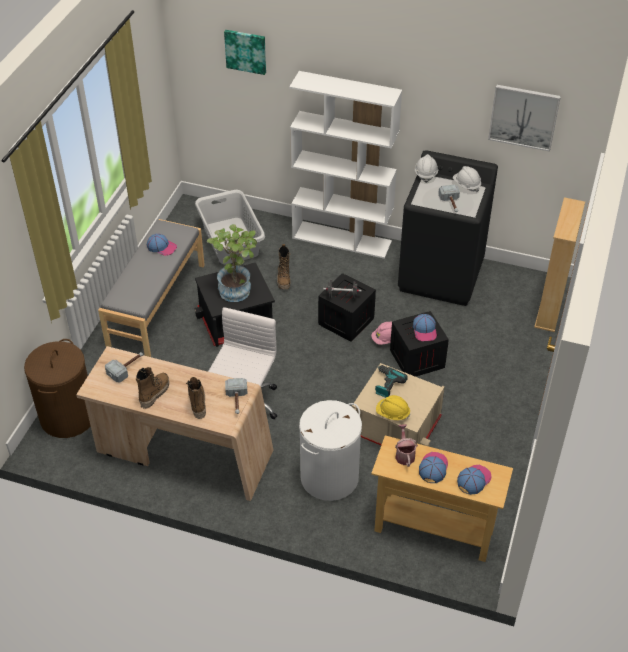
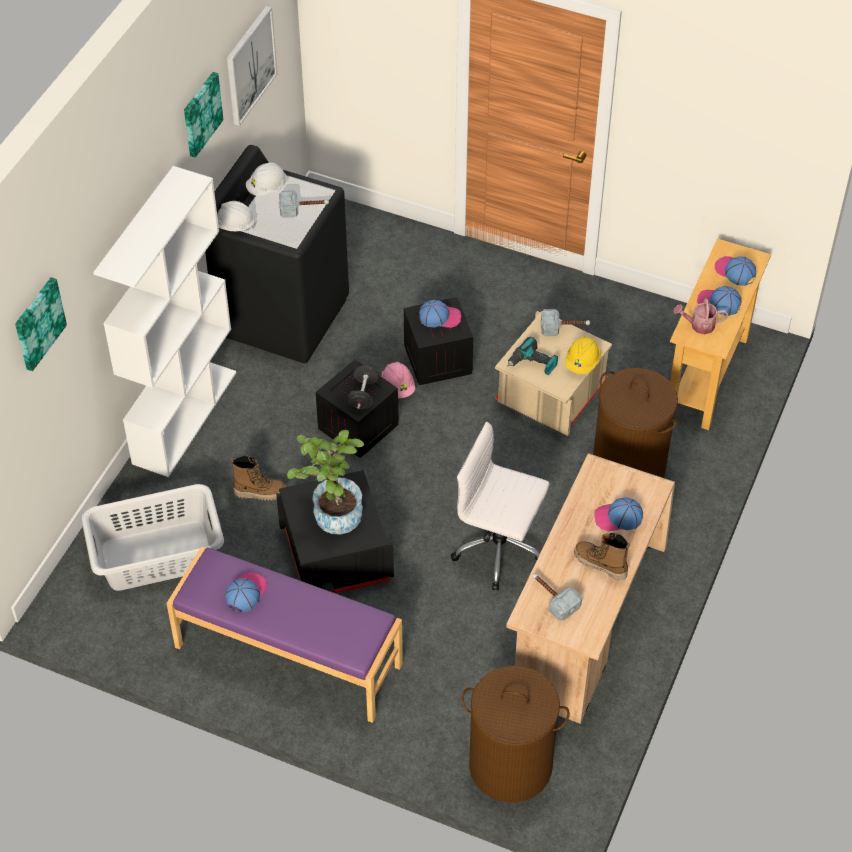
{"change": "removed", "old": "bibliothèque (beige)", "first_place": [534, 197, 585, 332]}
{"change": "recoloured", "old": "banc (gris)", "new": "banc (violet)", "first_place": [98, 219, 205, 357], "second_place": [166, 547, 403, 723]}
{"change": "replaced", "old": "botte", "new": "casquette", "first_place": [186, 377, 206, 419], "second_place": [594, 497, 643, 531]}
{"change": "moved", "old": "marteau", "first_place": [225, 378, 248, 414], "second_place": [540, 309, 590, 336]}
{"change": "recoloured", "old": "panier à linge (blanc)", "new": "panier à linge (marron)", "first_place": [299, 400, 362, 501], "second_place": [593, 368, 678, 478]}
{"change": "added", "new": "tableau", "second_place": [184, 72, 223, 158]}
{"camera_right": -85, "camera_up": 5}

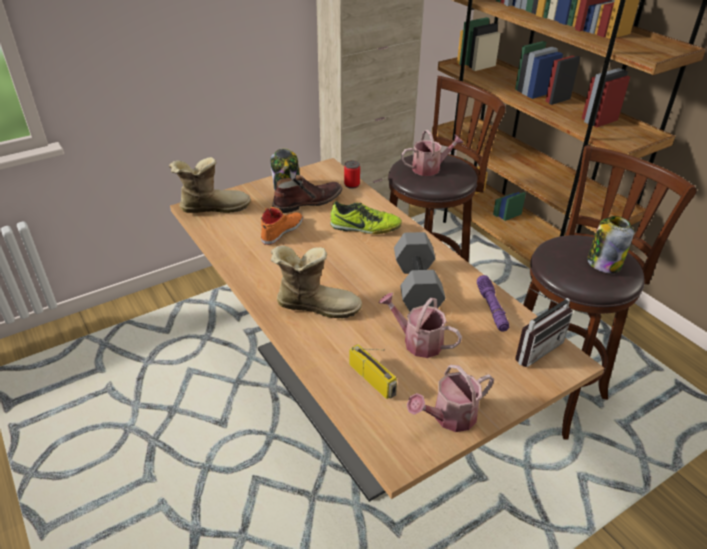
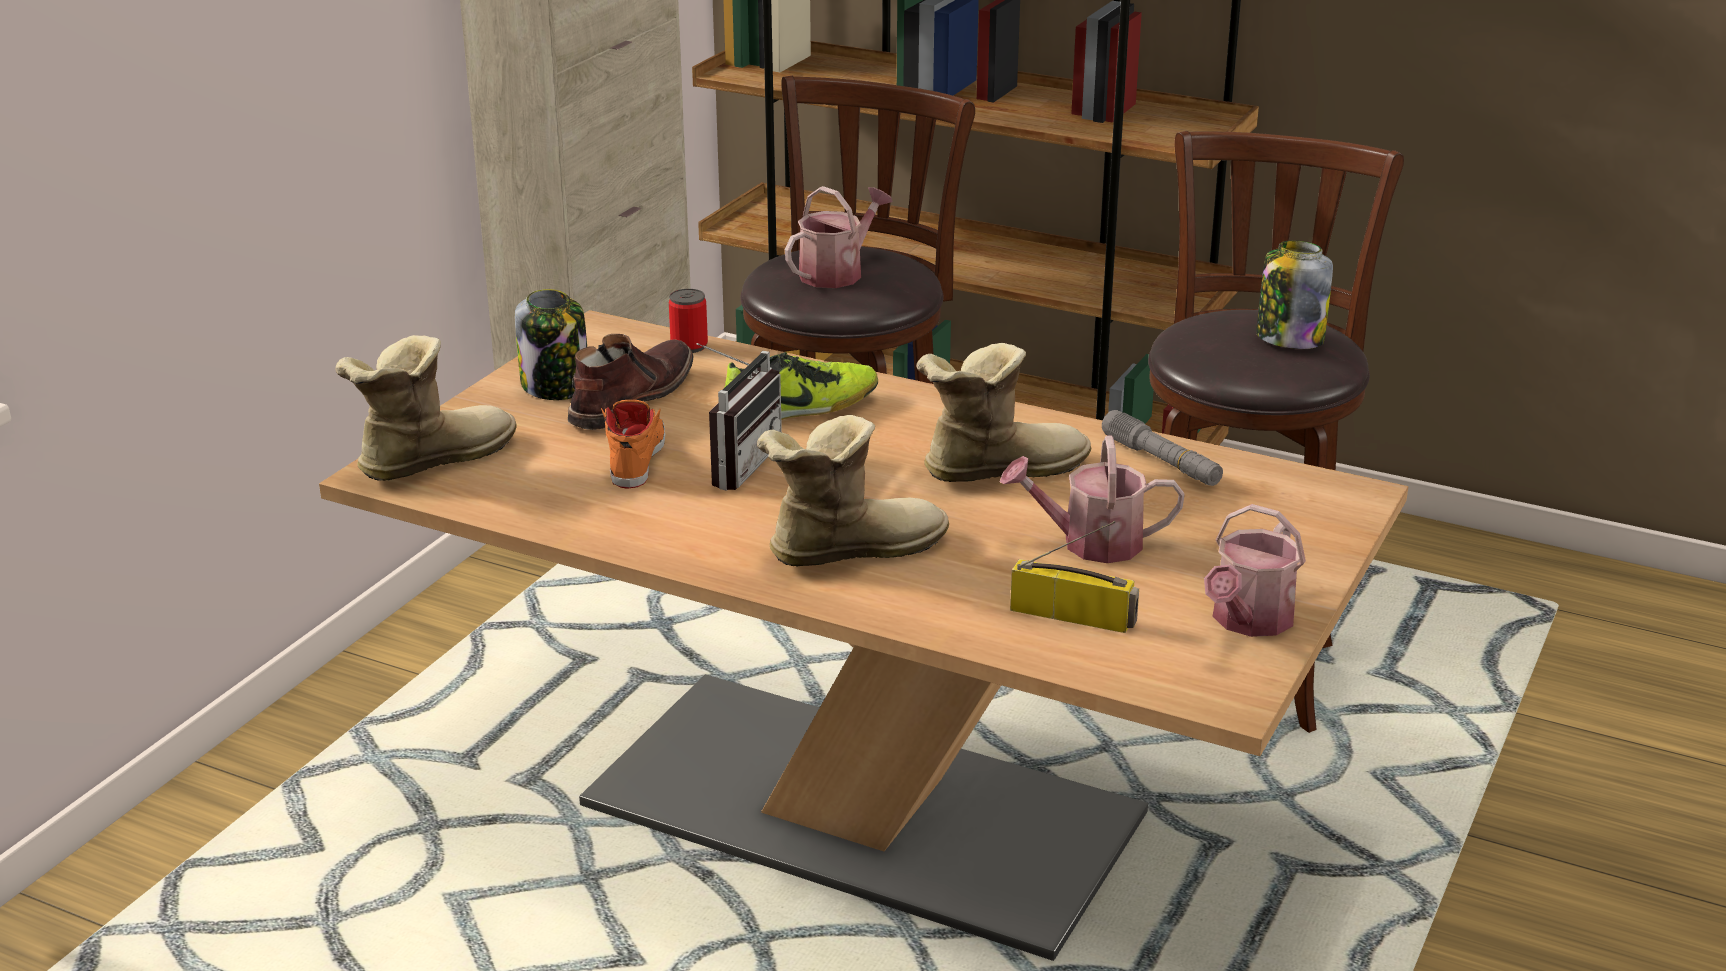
{"change": "replaced", "old": "haltère (gris)", "new": "botte", "first_place": [394, 232, 446, 312], "second_place": [916, 343, 1091, 482]}
{"change": "recoloured", "old": "lampe de poche (violet)", "new": "lampe de poche (gris)", "first_place": [477, 275, 509, 332], "second_place": [1102, 410, 1223, 486]}
{"change": "moved", "old": "radio", "first_place": [515, 288, 573, 367], "second_place": [697, 343, 782, 491]}
{"camera_right": -30, "camera_up": -10}

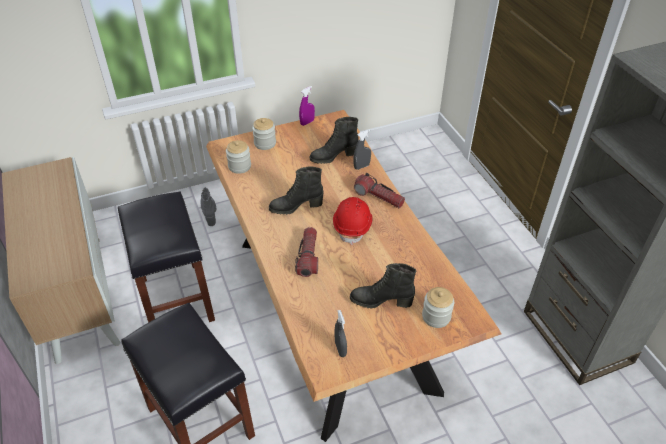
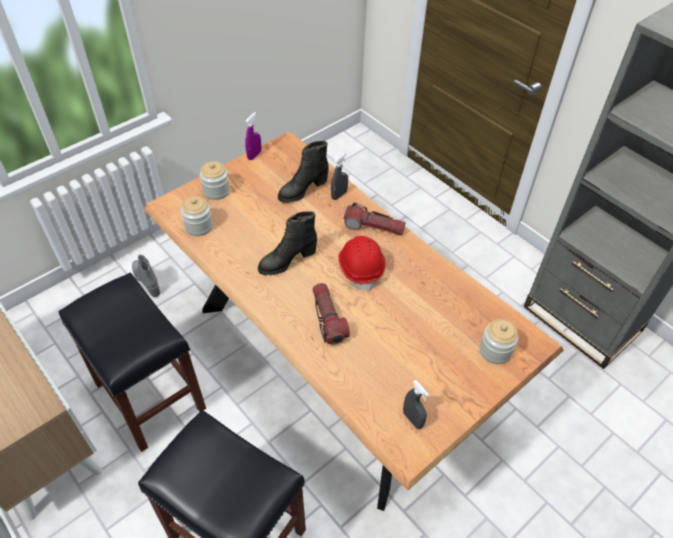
{"change": "removed", "old": "botte (noir)", "first_place": [350, 263, 416, 309]}
{"camera_right": -20, "camera_up": 5}

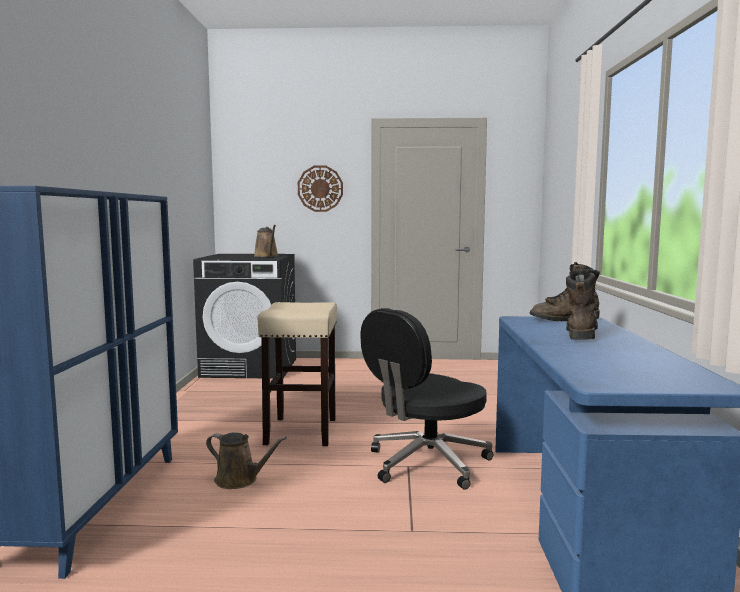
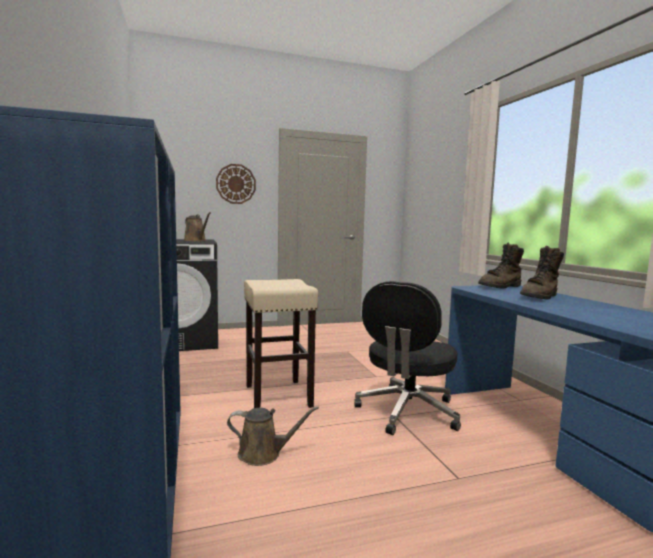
{"change": "turned", "old": "botte (marron)", "first_place": [566, 270, 598, 340], "second_place": [520, 246, 564, 299], "degrees": -135}
{"camera_right": -20, "camera_up": 0}

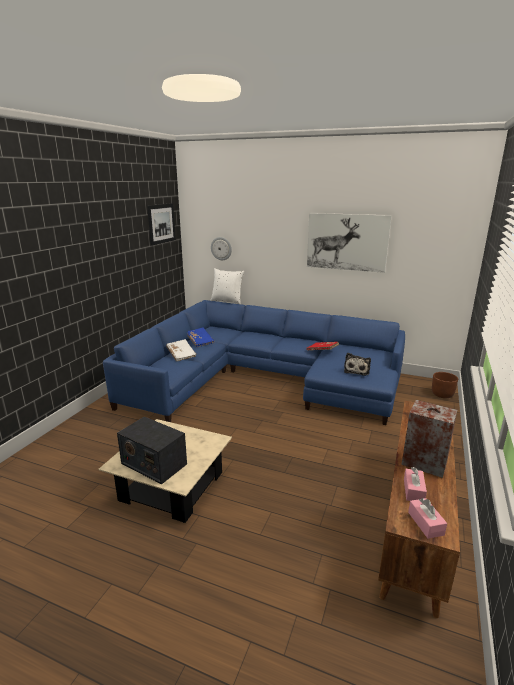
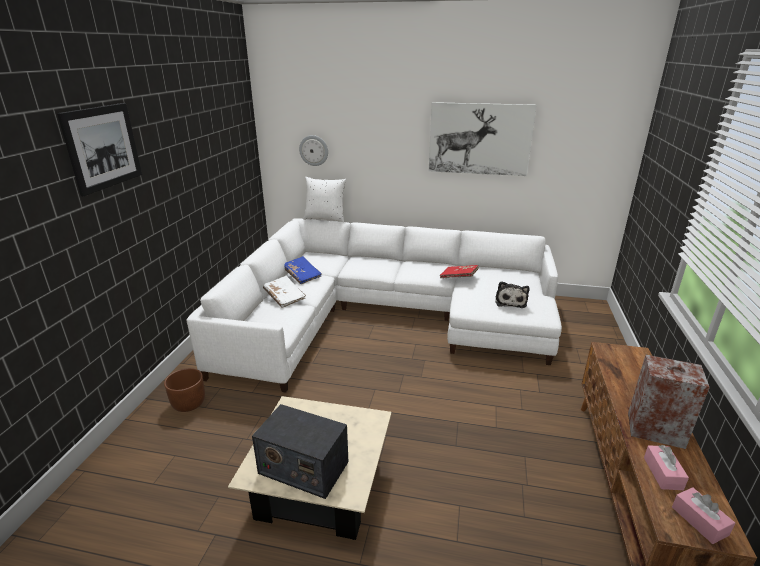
{"change": "moved", "old": "tableau", "first_place": [147, 203, 176, 246], "second_place": [57, 103, 142, 196]}
{"change": "recoloured", "old": "canapé (bleu)", "new": "canapé (blanc)", "first_place": [103, 300, 405, 425], "second_place": [187, 218, 562, 393]}
{"change": "moved", "old": "cache-pot (marron)", "first_place": [432, 372, 458, 398], "second_place": [164, 368, 205, 412]}
{"camera_right": -10, "camera_up": 5}

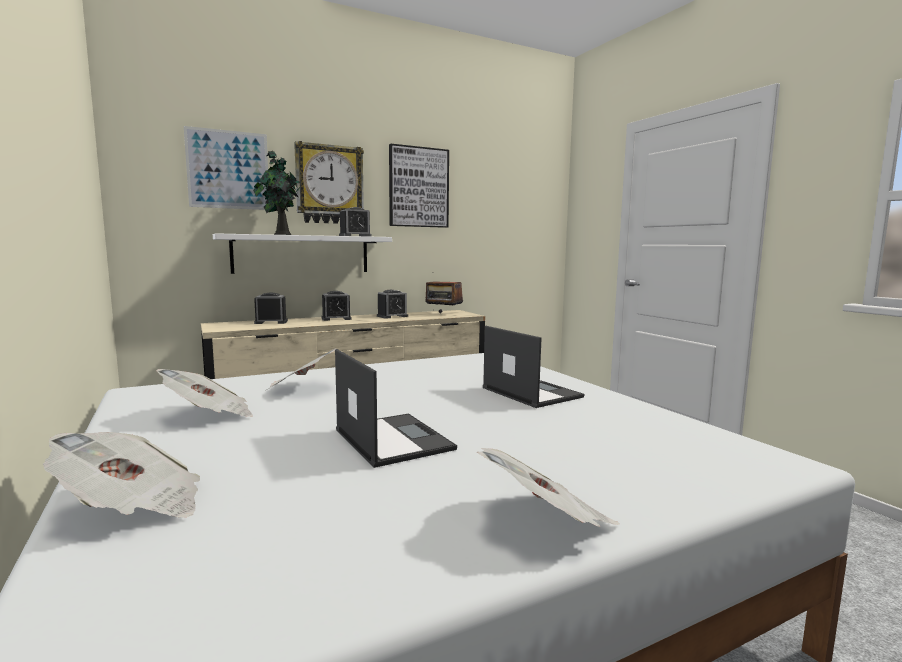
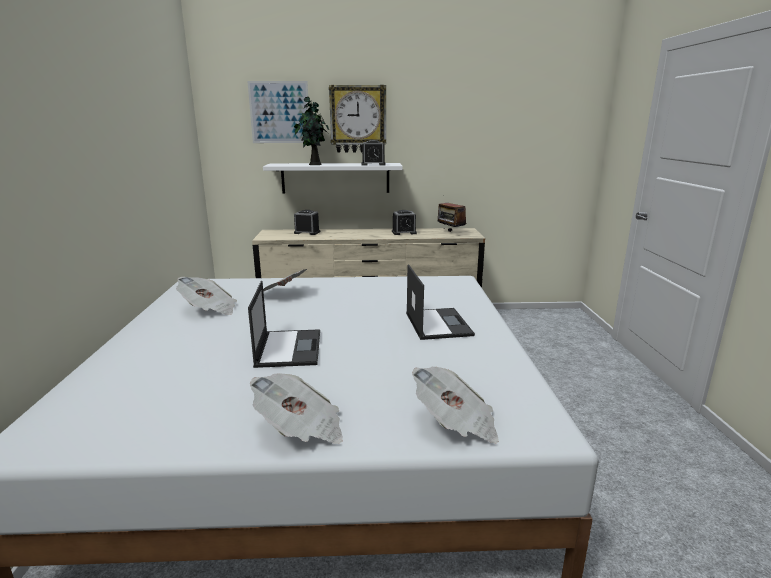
{"change": "removed", "old": "tableau", "first_place": [389, 144, 449, 228]}
{"change": "removed", "old": "réveil", "first_place": [321, 291, 352, 321]}
{"change": "moved", "old": "journal", "first_place": [43, 432, 200, 517], "second_place": [412, 367, 499, 443]}
{"camera_right": 25, "camera_up": 10}

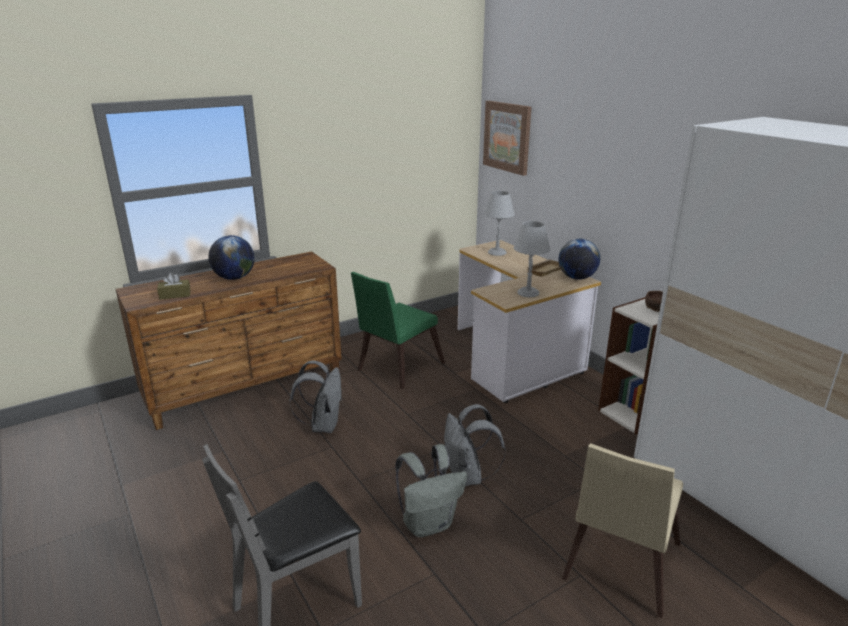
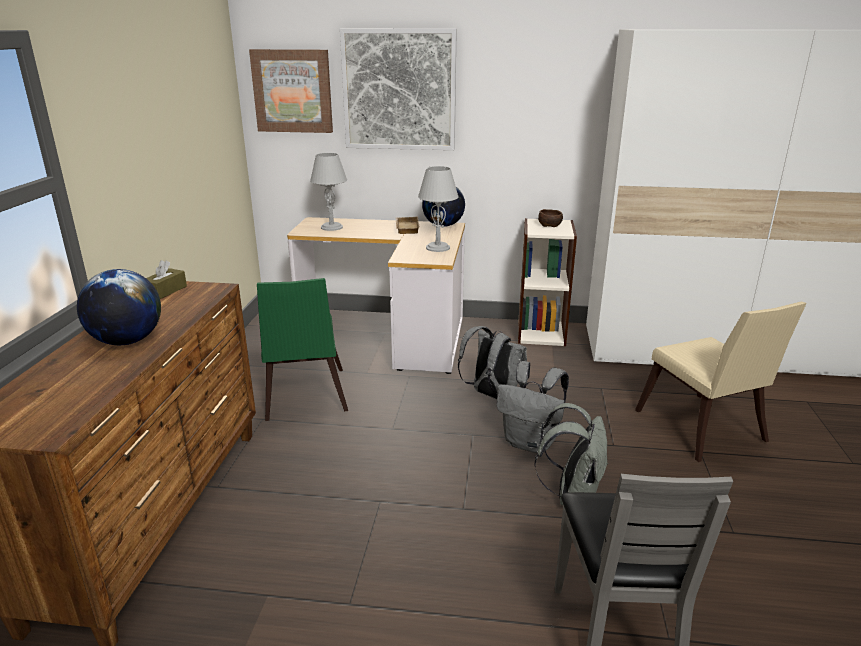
{"change": "moved", "old": "boîte à mouchoirs (marron)", "first_place": [157, 273, 191, 300], "second_place": [146, 260, 187, 299]}
{"change": "moved", "old": "sac à dos (gris)", "first_place": [289, 360, 342, 433], "second_place": [458, 326, 527, 399]}
{"change": "added", "new": "tableau", "second_place": [340, 29, 457, 150]}
{"camera_right": -50, "camera_up": 0}

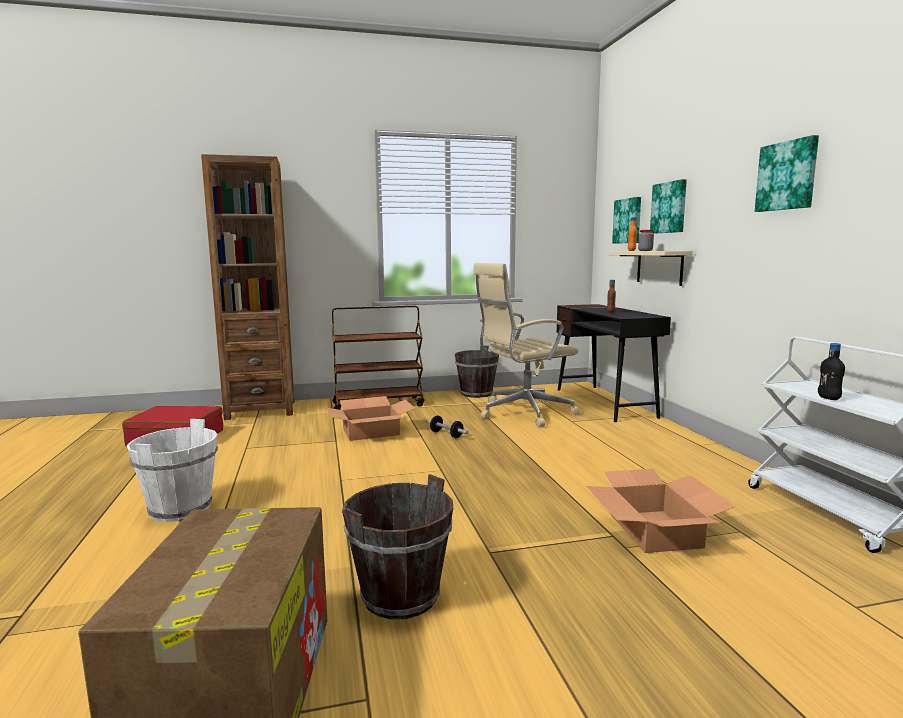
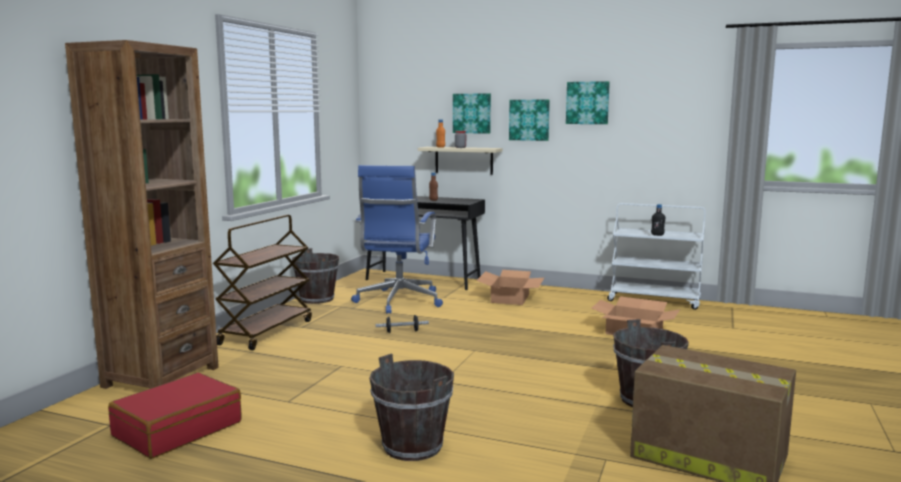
{"change": "moved", "old": "tableau", "first_place": [612, 197, 641, 244], "second_place": [509, 100, 550, 141]}
{"change": "recoloured", "old": "chaise de bureau (beige)", "new": "chaise de bureau (bleu)", "first_place": [473, 263, 580, 427], "second_place": [351, 165, 443, 314]}
{"change": "moved", "old": "carton", "first_place": [326, 396, 415, 441], "second_place": [476, 270, 544, 305]}
{"change": "recoloured", "old": "seau (blanc)", "new": "seau (marron)", "first_place": [127, 419, 218, 522], "second_place": [369, 354, 454, 461]}
{"camera_right": -55, "camera_up": 0}

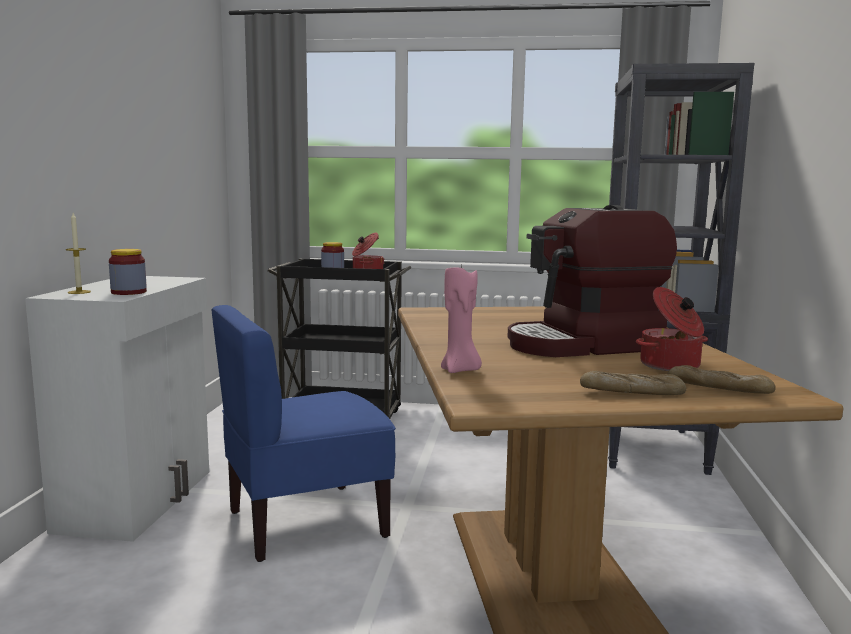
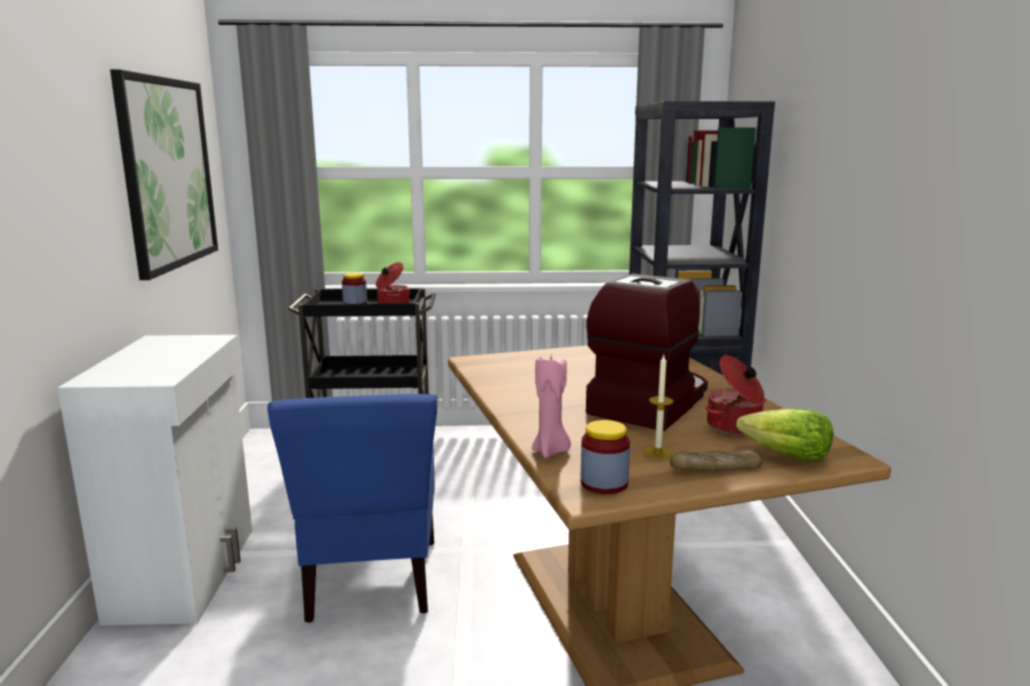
{"change": "turned", "old": "machine à café", "first_place": [508, 205, 677, 357], "second_place": [586, 274, 708, 431], "degrees": 150}
{"change": "moved", "old": "bougie", "first_place": [66, 213, 91, 294], "second_place": [644, 355, 673, 459]}
{"change": "moved", "old": "bocal", "first_place": [109, 249, 147, 295], "second_place": [581, 420, 630, 494]}
{"change": "turned", "old": "chaise (bleu)", "first_place": [211, 305, 396, 562], "second_place": [267, 394, 437, 623], "degrees": -60}
{"change": "replaced", "old": "pain", "new": "laitue", "first_place": [667, 365, 776, 394], "second_place": [736, 409, 833, 461]}
{"change": "added", "new": "tableau", "second_place": [110, 69, 218, 280]}
{"camera_right": -10, "camera_up": 5}

